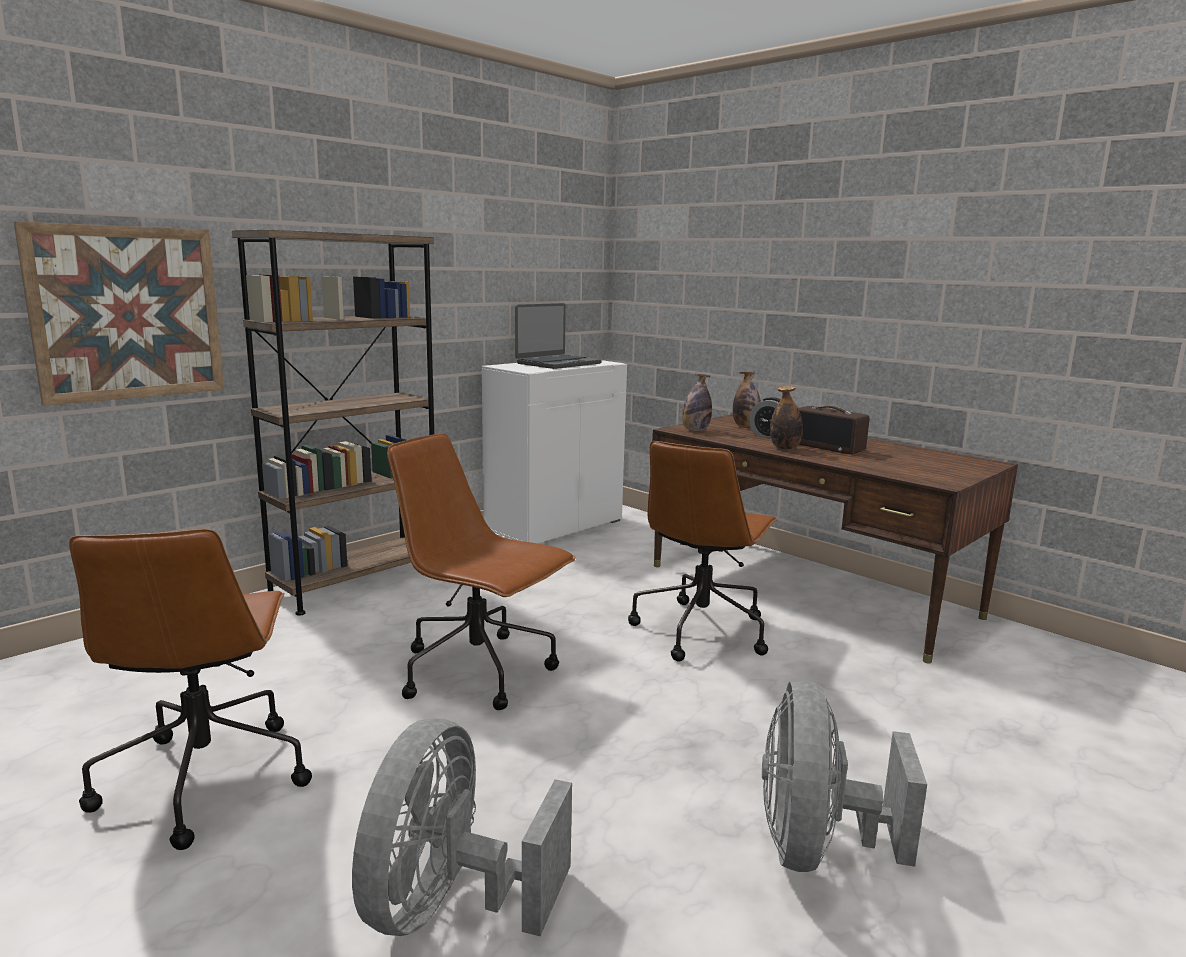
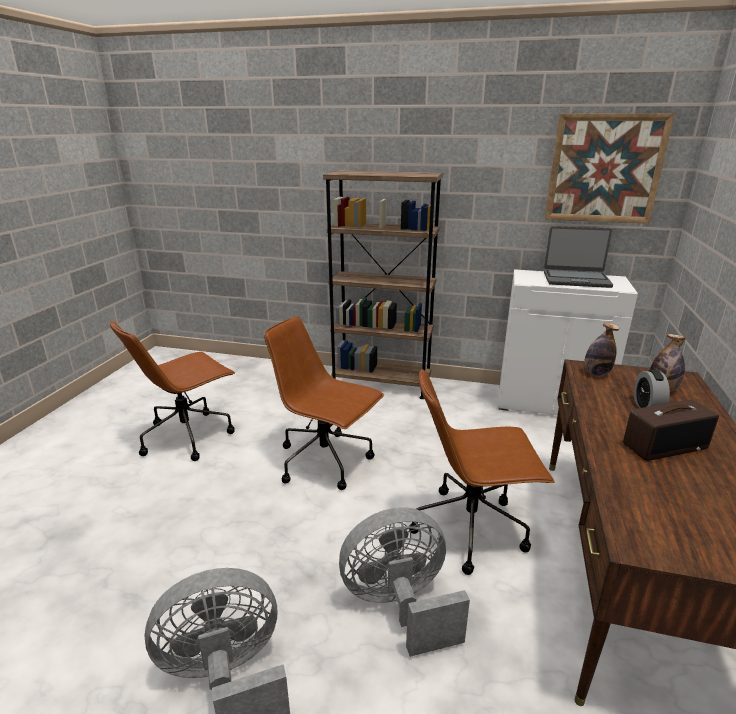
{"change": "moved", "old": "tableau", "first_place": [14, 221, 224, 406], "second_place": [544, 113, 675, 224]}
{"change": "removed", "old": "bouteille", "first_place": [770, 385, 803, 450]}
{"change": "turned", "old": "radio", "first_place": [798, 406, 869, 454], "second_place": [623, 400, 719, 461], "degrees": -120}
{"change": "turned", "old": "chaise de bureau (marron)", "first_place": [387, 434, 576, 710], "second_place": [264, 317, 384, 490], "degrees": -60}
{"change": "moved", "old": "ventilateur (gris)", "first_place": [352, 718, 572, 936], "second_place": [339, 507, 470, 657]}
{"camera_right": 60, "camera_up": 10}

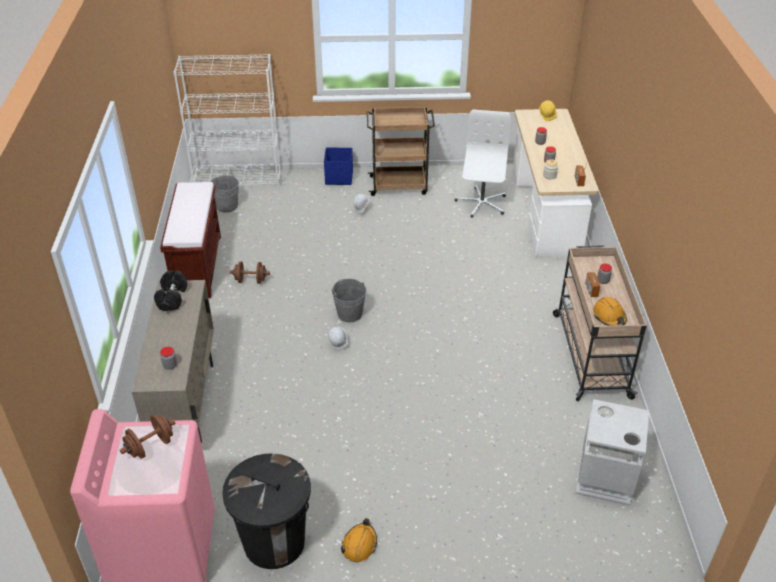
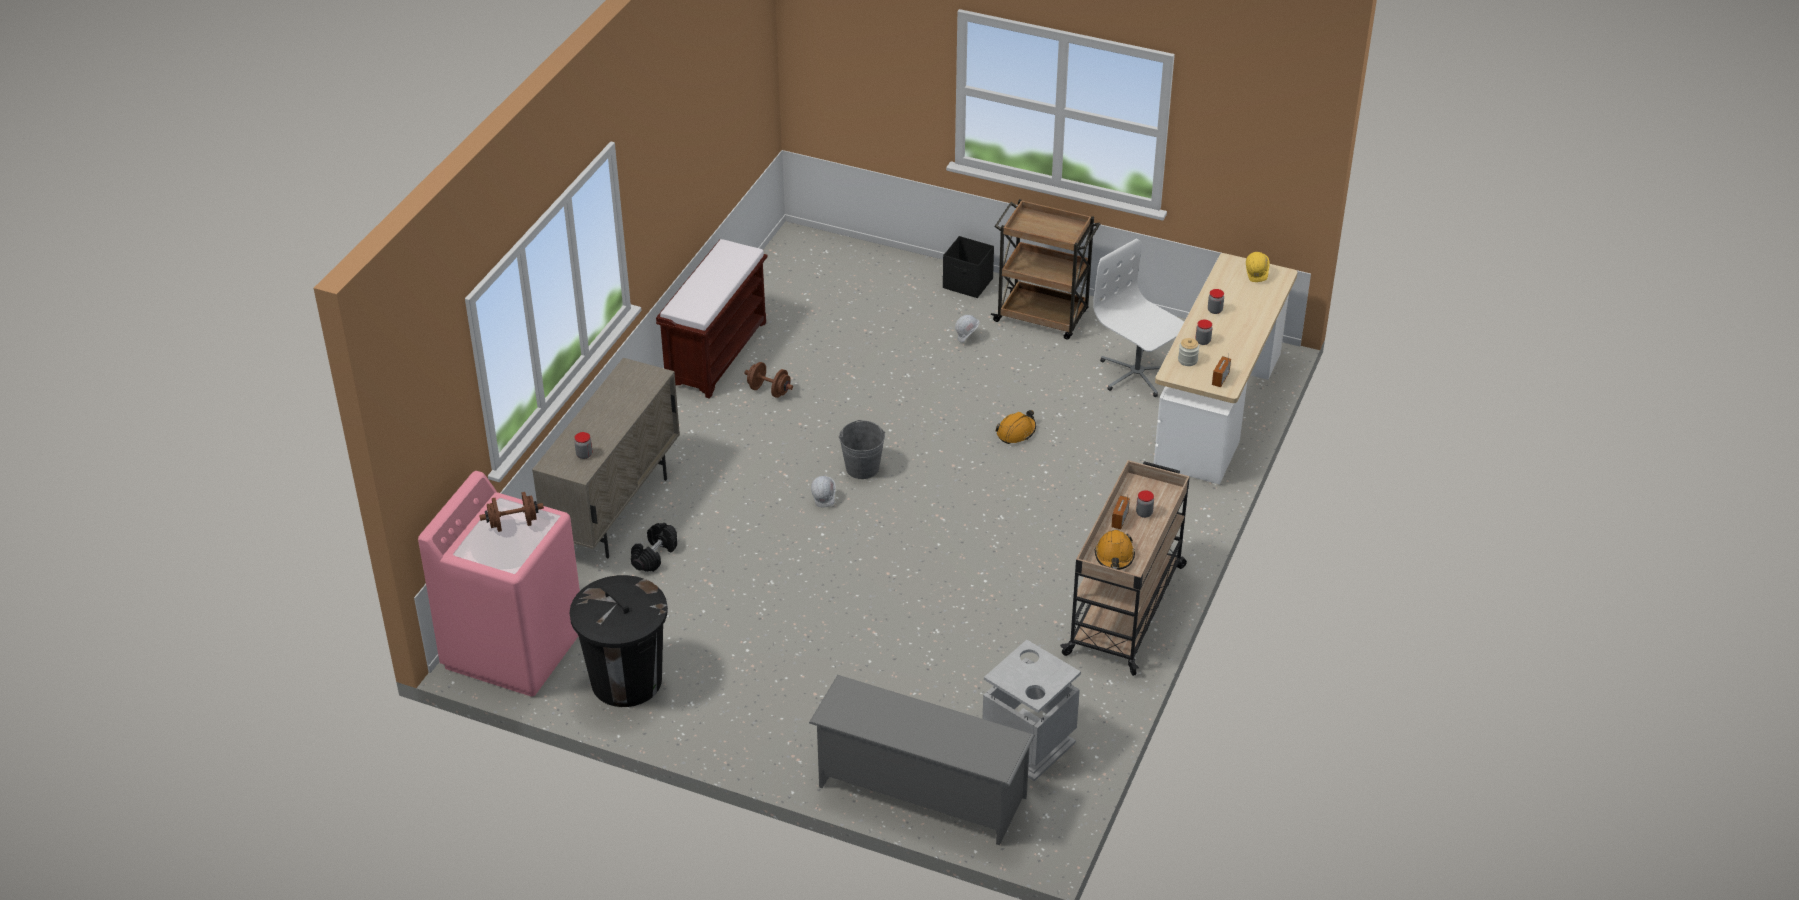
{"change": "removed", "old": "bibliothèque (blanc)", "first_place": [174, 54, 281, 188]}
{"change": "turned", "old": "chaise de bureau (blanc)", "first_place": [455, 109, 511, 218], "second_place": [1093, 239, 1184, 397], "degrees": -75}
{"change": "recoloured", "old": "boîte de rangement (bleu)", "new": "boîte de rangement (noir)", "first_place": [324, 147, 353, 185], "second_place": [943, 236, 994, 298]}
{"change": "removed", "old": "seau (gris)", "first_place": [210, 175, 239, 213]}
{"change": "moved", "old": "haltère (noir)", "first_place": [154, 270, 187, 311], "second_place": [631, 523, 677, 572]}
{"change": "moved", "old": "casque de chantier (orange)", "first_place": [341, 518, 377, 562], "second_place": [996, 410, 1036, 444]}
{"change": "added", "new": "étagère à chaussures (gris)", "second_place": [809, 675, 1035, 845]}
{"camera_right": 25, "camera_up": 0}

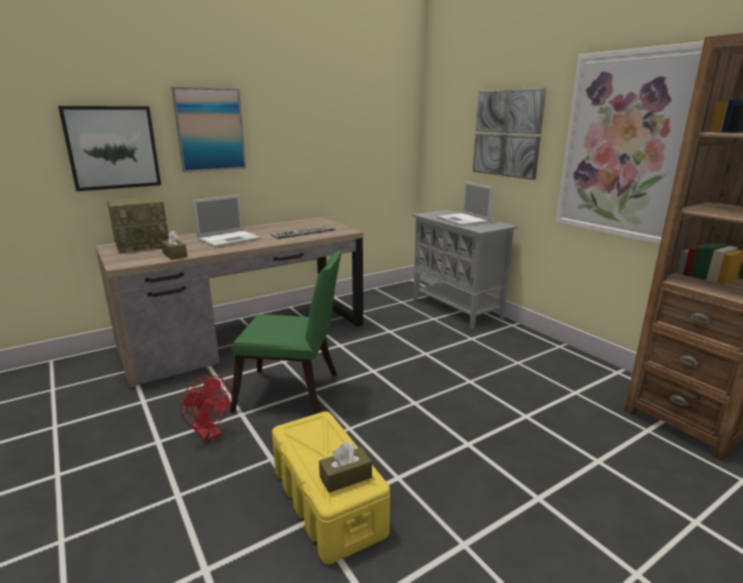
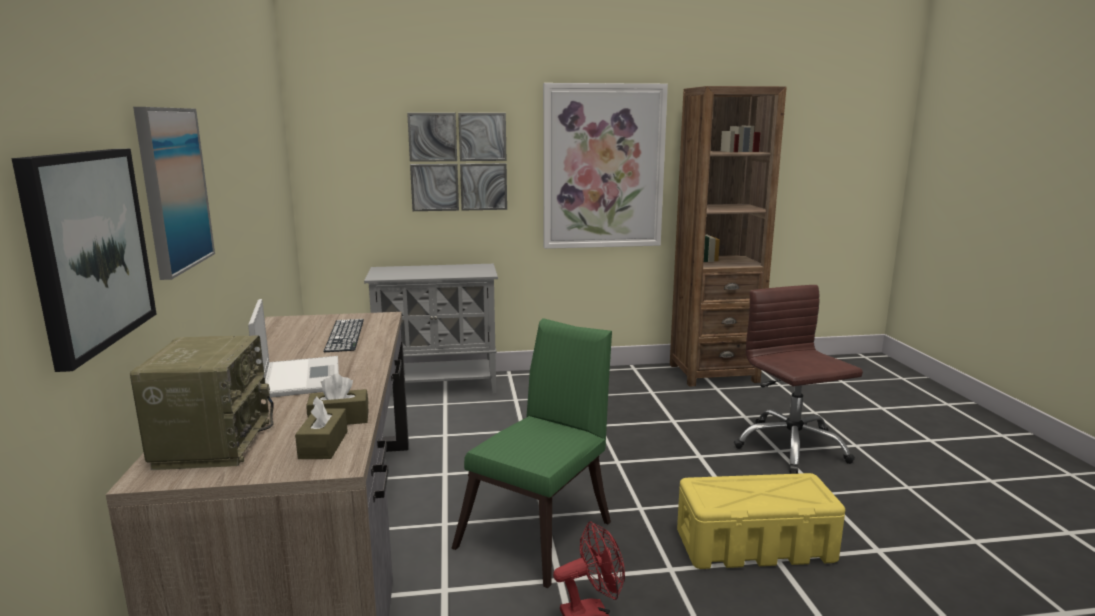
{"change": "removed", "old": "ordinateur portable", "first_place": [436, 181, 493, 226]}
{"change": "moved", "old": "boîte à mouchoirs (marron)", "first_place": [319, 443, 372, 493], "second_place": [295, 396, 348, 459]}
{"change": "added", "new": "chaise de bureau (marron)", "second_place": [734, 285, 863, 474]}
{"camera_right": -65, "camera_up": -5}

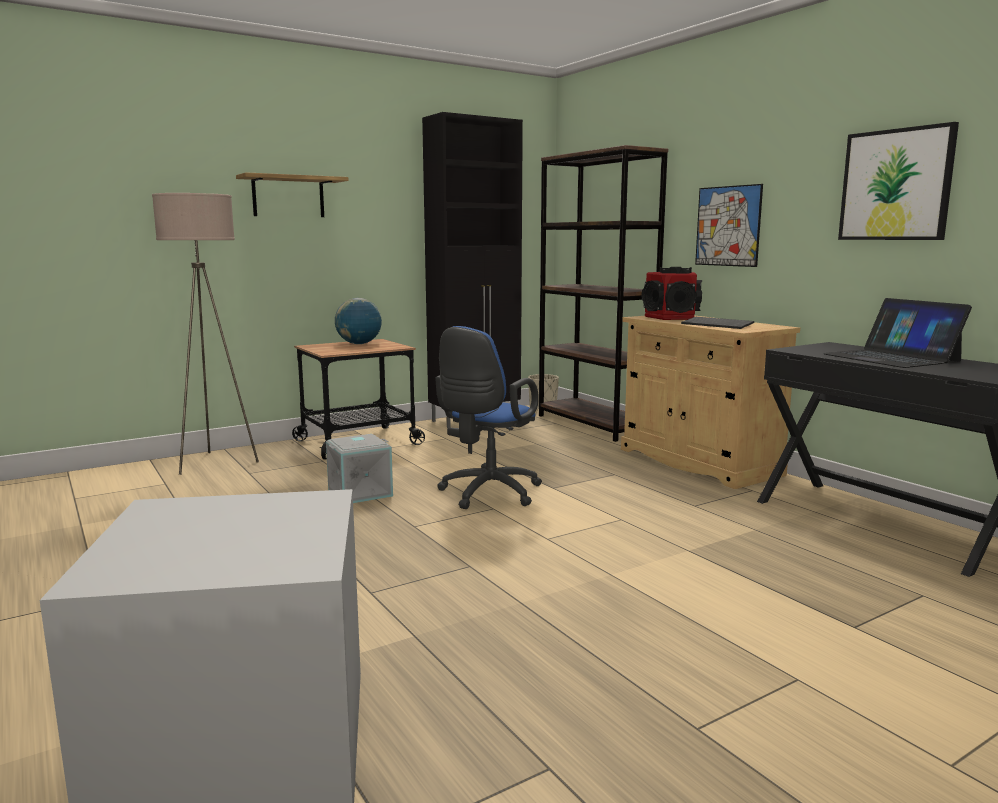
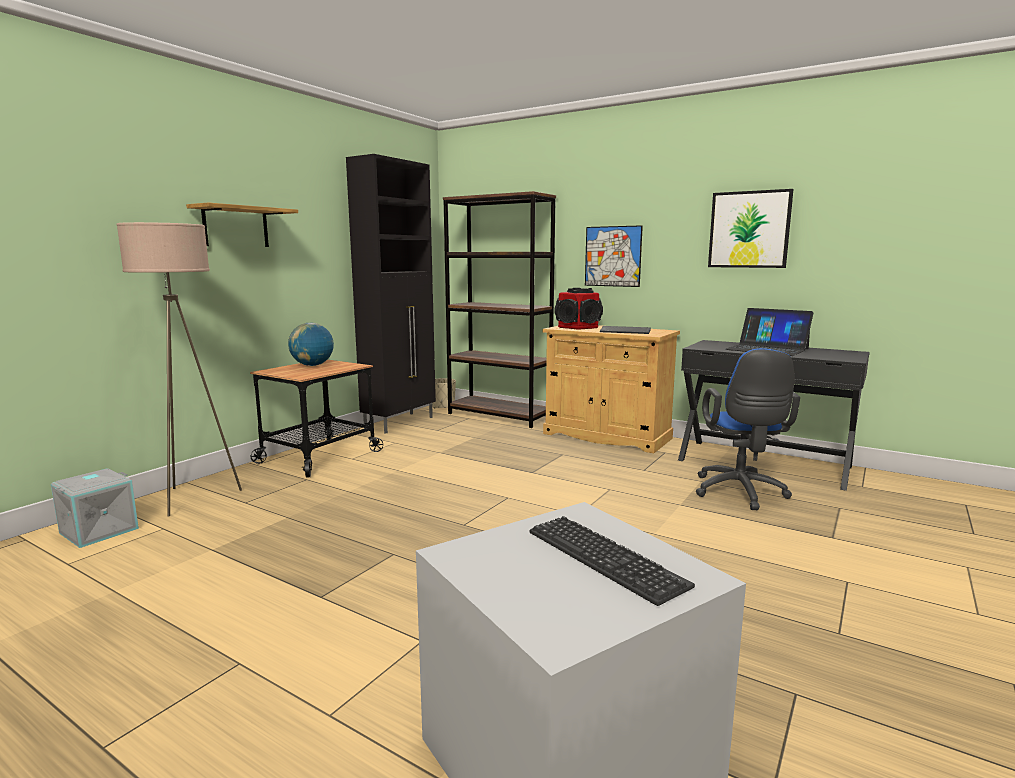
{"change": "moved", "old": "chaise de bureau (bleu)", "first_place": [435, 326, 542, 509], "second_place": [696, 348, 800, 510]}
{"change": "moved", "old": "boîte de rangement (gris)", "first_place": [326, 434, 393, 503], "second_place": [51, 468, 139, 548]}
{"change": "added", "new": "clavier", "second_place": [529, 516, 695, 606]}
{"camera_right": -25, "camera_up": 0}

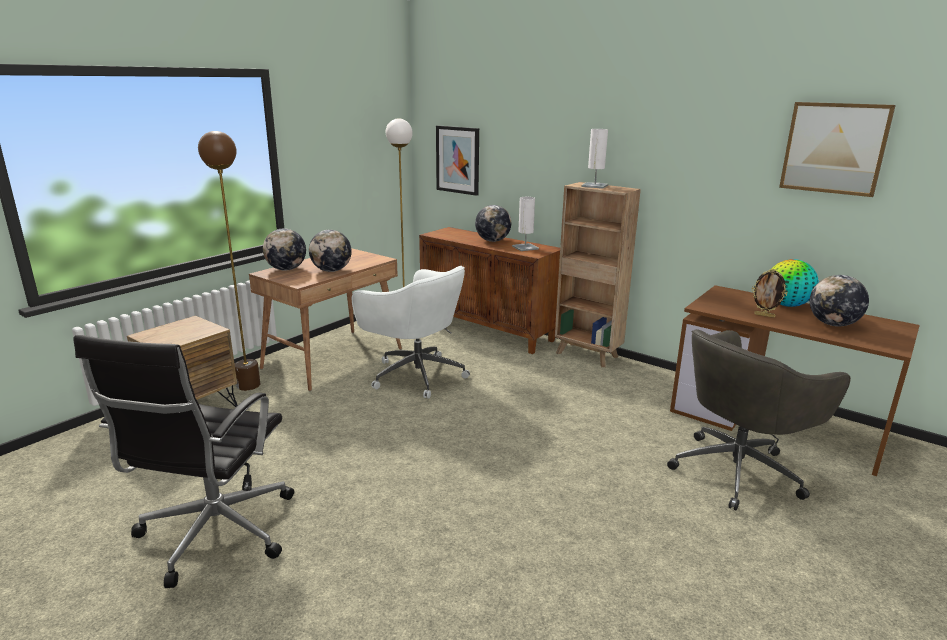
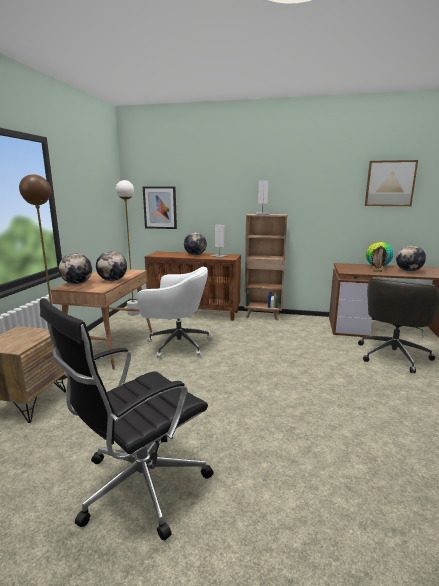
{"change": "turned", "old": "chaise de bureau (noir)", "first_place": [73, 335, 294, 588], "second_place": [40, 298, 214, 541], "degrees": 60}
{"camera_right": -25, "camera_up": -5}

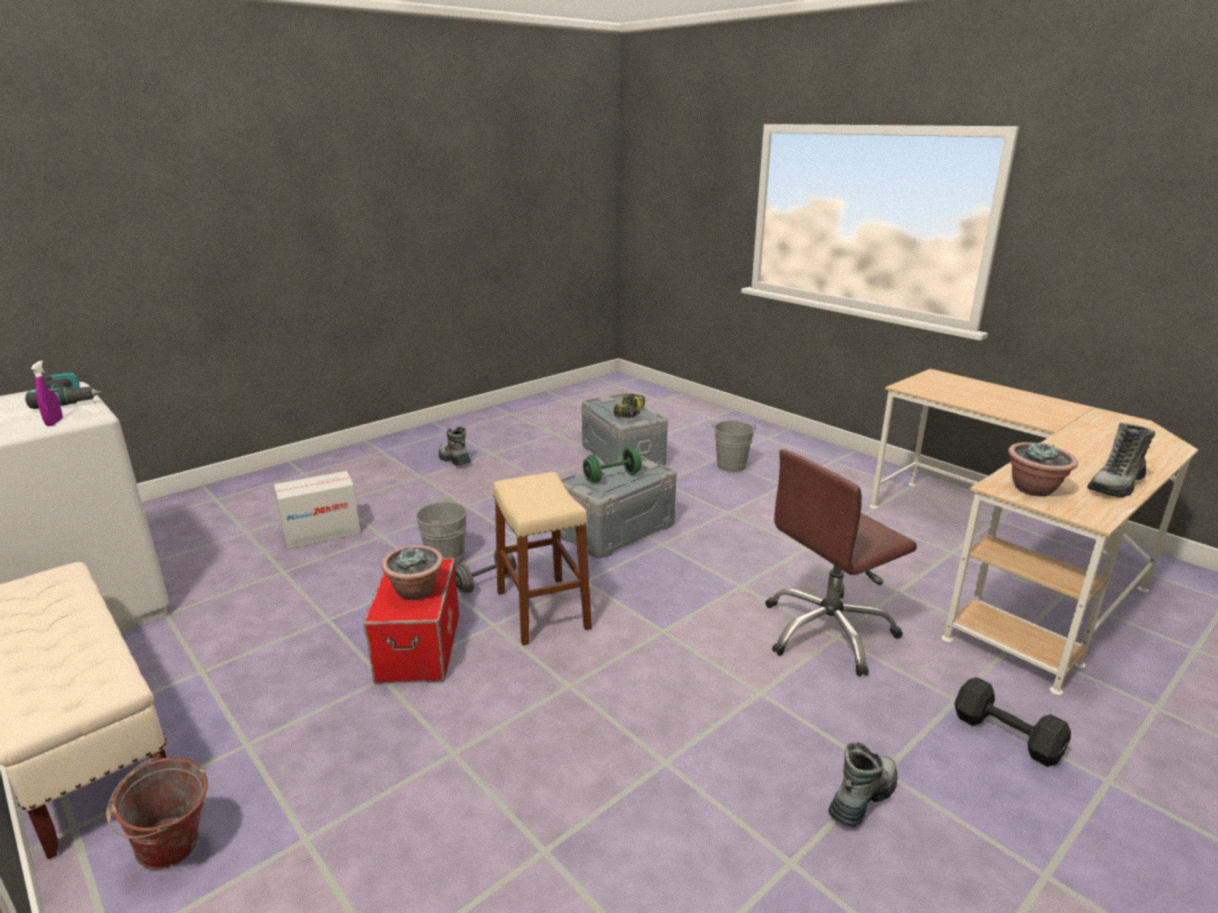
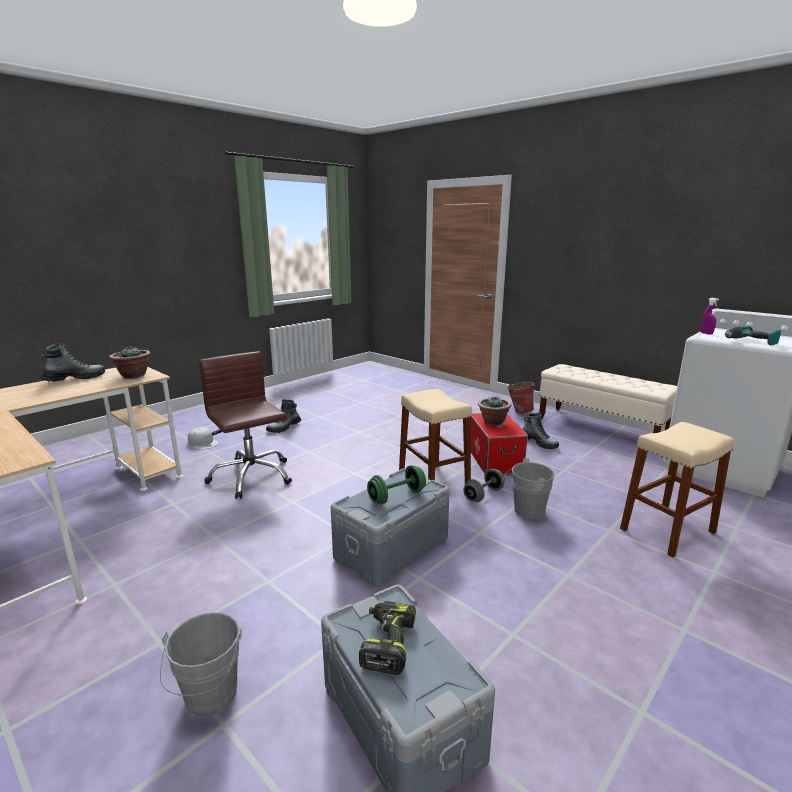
{"change": "moved", "old": "botte", "first_place": [439, 427, 471, 465], "second_place": [522, 412, 559, 449]}
{"change": "turned", "old": "chaise de bureau (marron)", "first_place": [766, 449, 917, 676], "second_place": [199, 351, 292, 499], "degrees": -90}
{"change": "replaced", "old": "carton", "new": "tabouret (beige)", "first_place": [274, 471, 361, 549], "second_place": [620, 422, 734, 558]}
{"change": "replaced", "old": "haltère (noir)", "new": "casquette (blanc)", "first_place": [954, 677, 1071, 767], "second_place": [188, 427, 218, 450]}
{"camera_right": 175, "camera_up": -5}

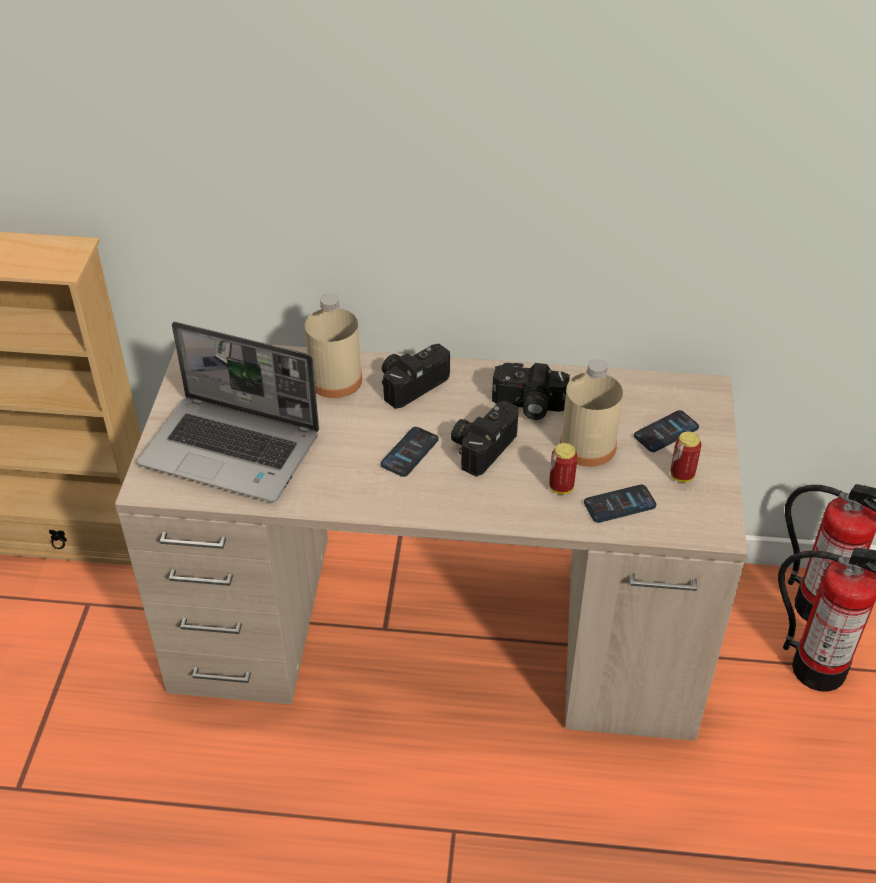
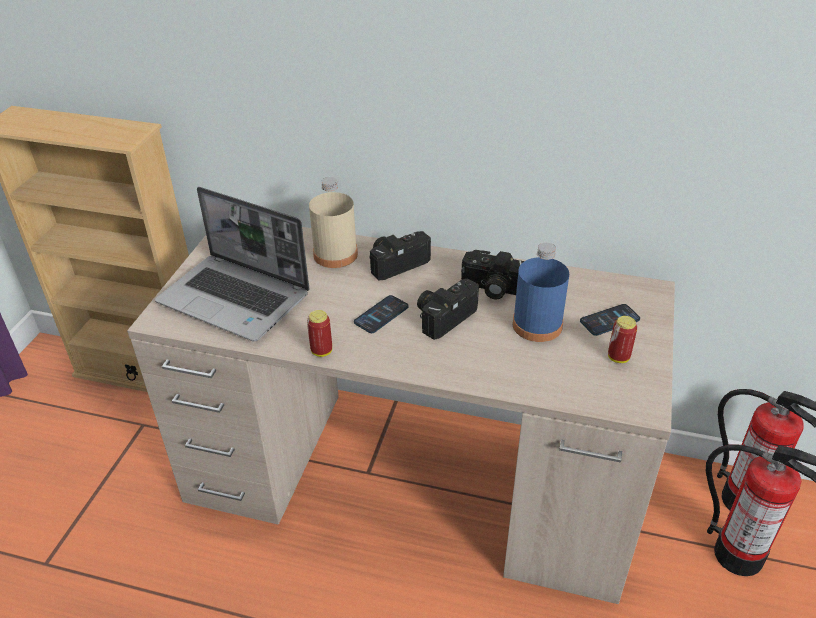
{"change": "recoloured", "old": "bouteille (beige)", "new": "bouteille (bleu)", "first_place": [560, 359, 623, 467], "second_place": [512, 243, 569, 342]}
{"change": "moved", "old": "boîte métallique", "first_place": [549, 443, 578, 494], "second_place": [307, 310, 332, 357]}
{"change": "removed", "old": "téléphone", "first_place": [584, 485, 656, 523]}
{"camera_right": 10, "camera_up": -5}

